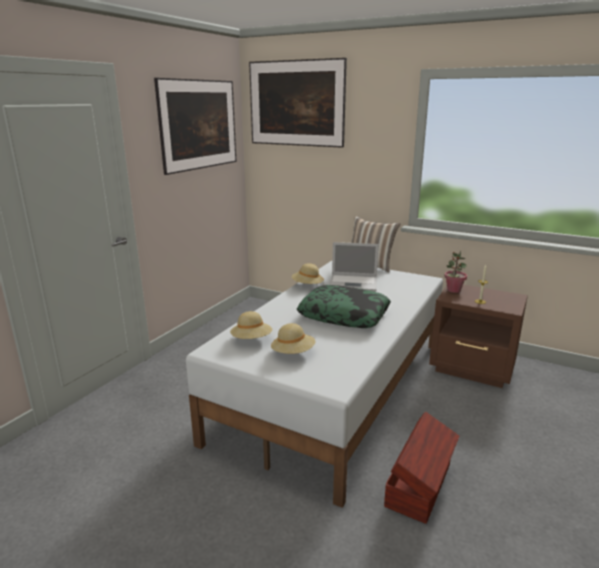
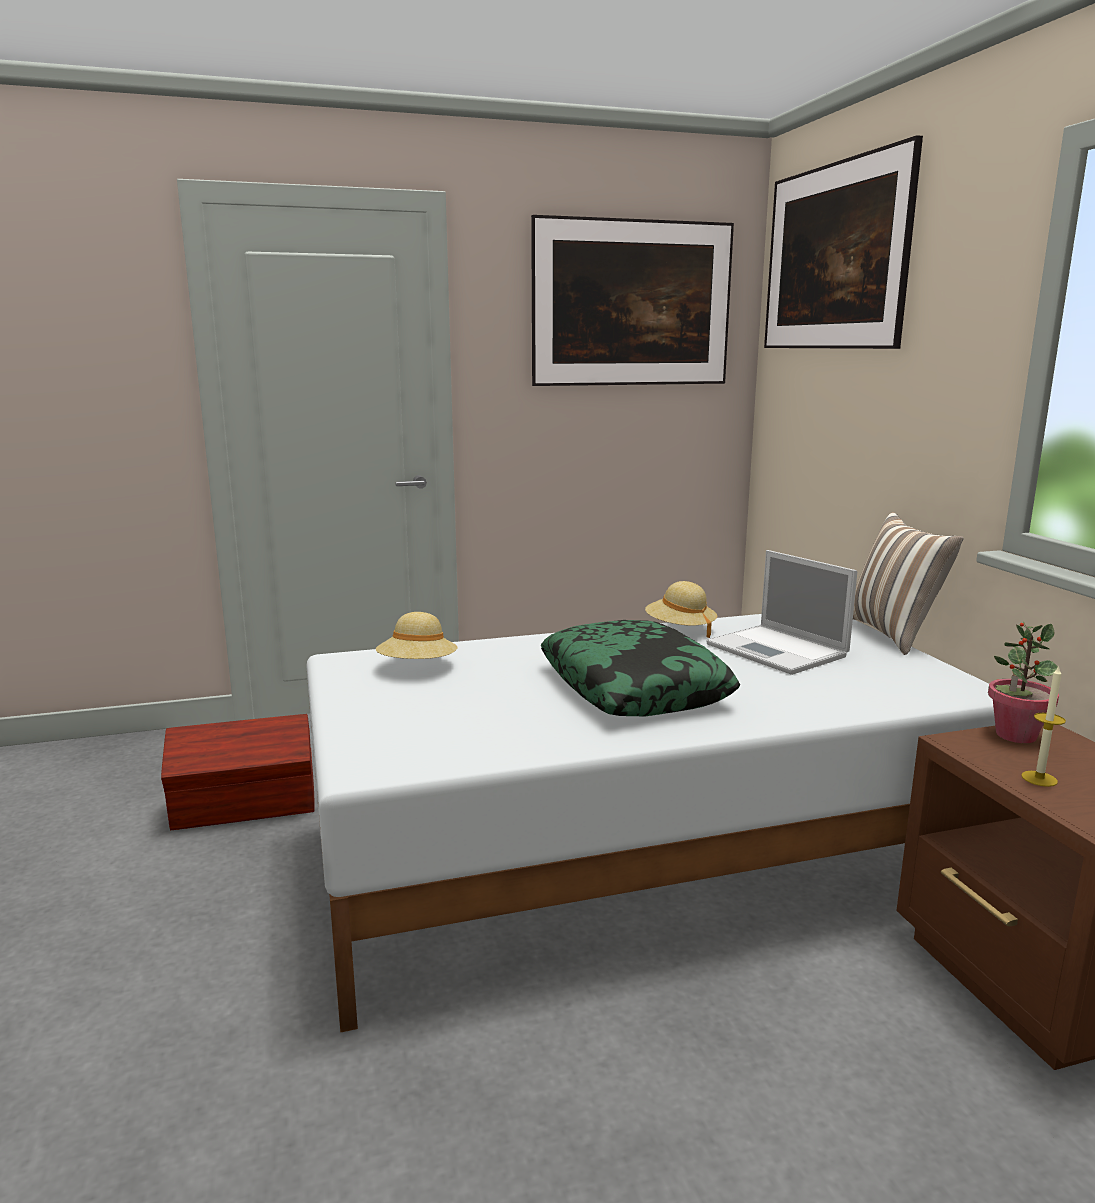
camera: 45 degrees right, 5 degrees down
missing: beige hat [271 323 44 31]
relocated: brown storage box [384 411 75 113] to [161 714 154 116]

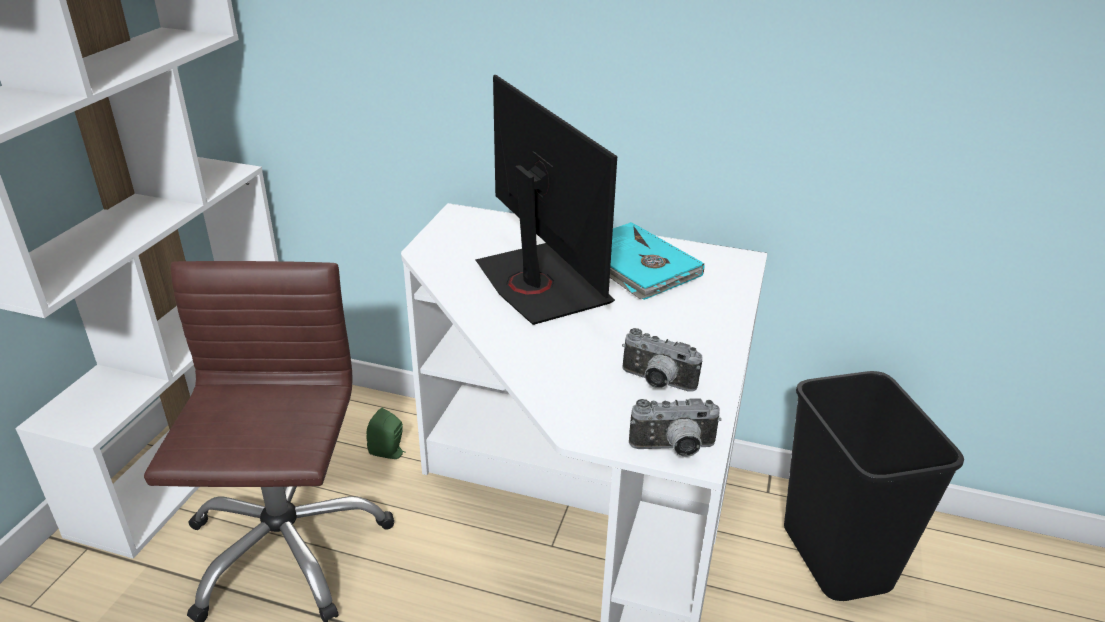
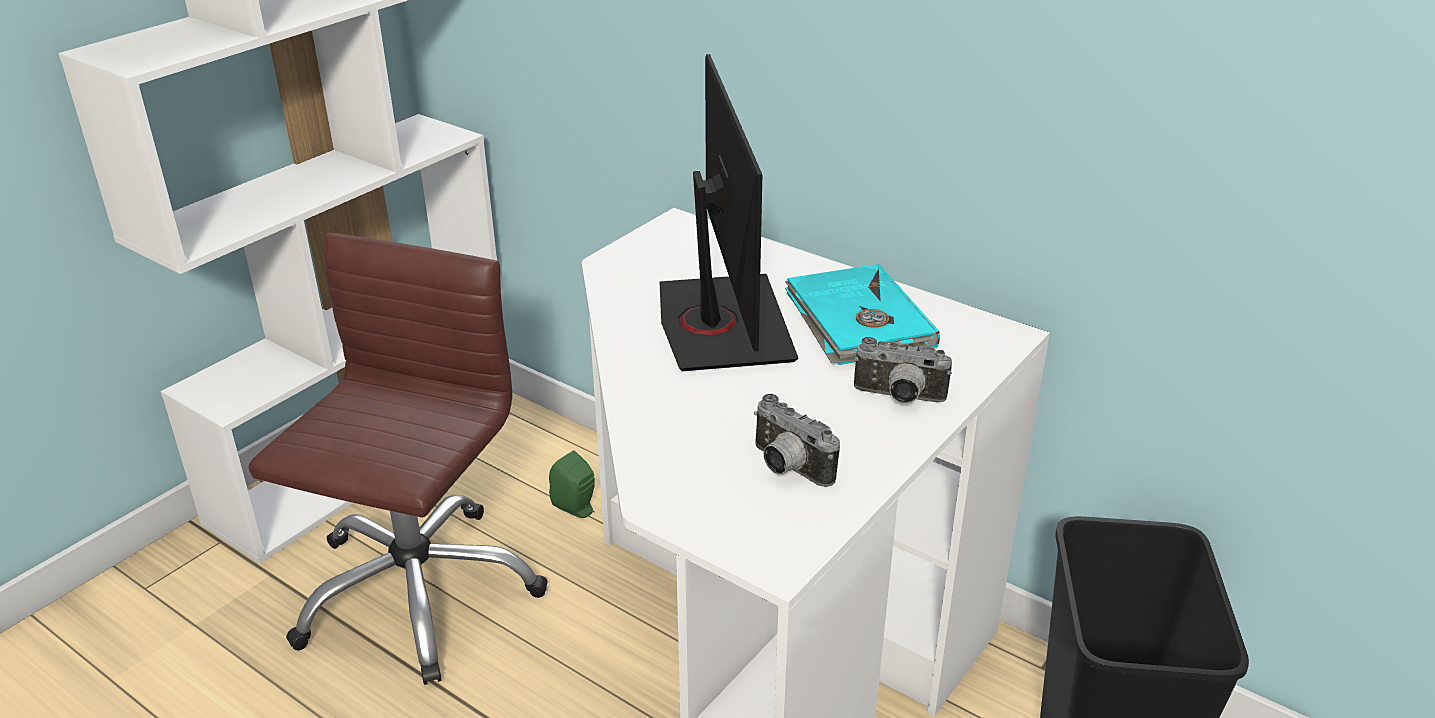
camera: 20 degrees right, 0 degrees up
relocated: photo camera [629 398 92 59] to [854 337 98 66]

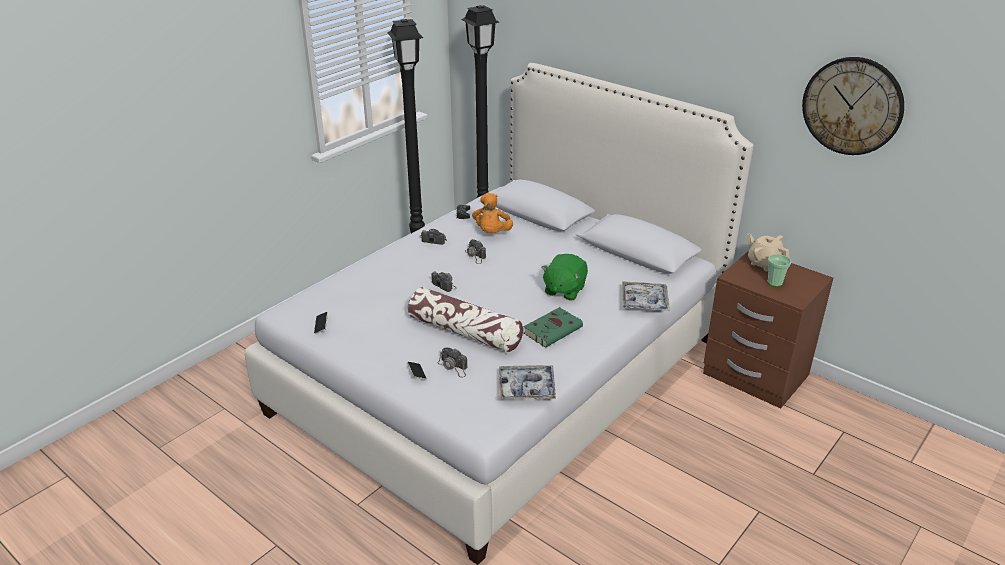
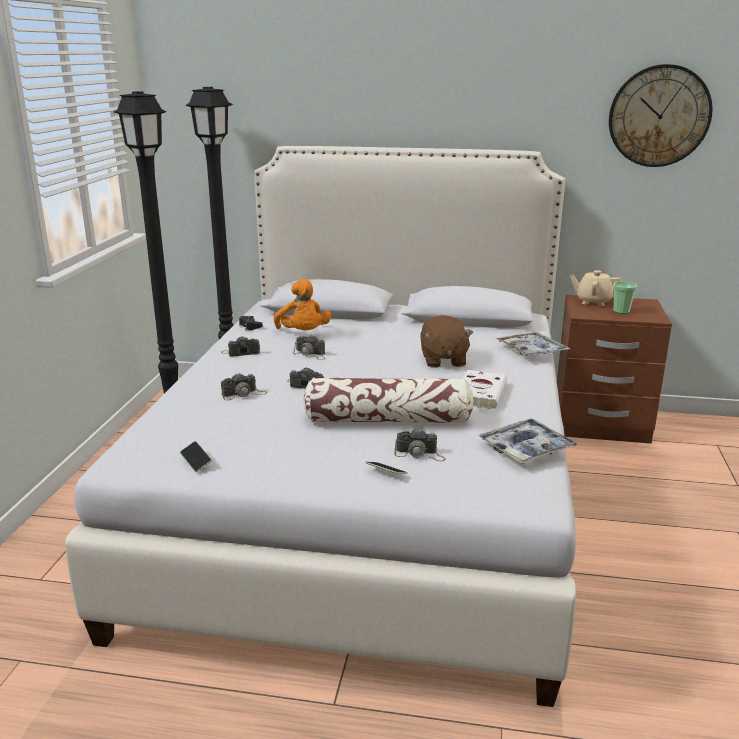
camera: 30 degrees left, 10 degrees down
appeared: photo camera [221 373 46 27]
colour: green plush toy [541 254 47 47] to brown plush toy [420 315 53 53]; green book [524 307 59 41] to white book [463 370 44 39]

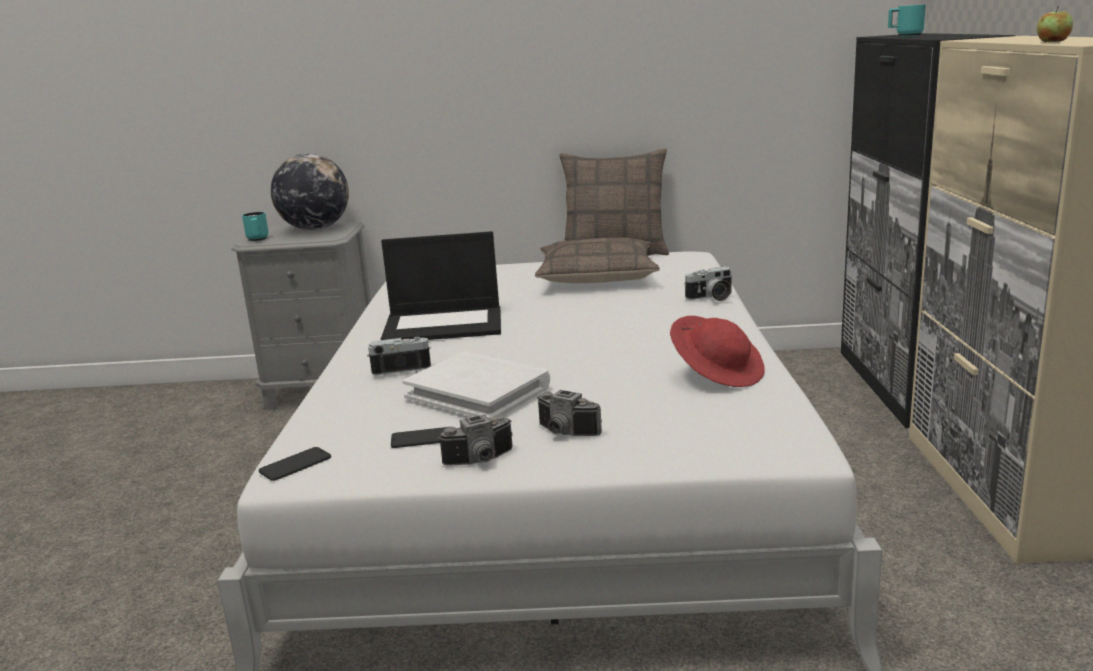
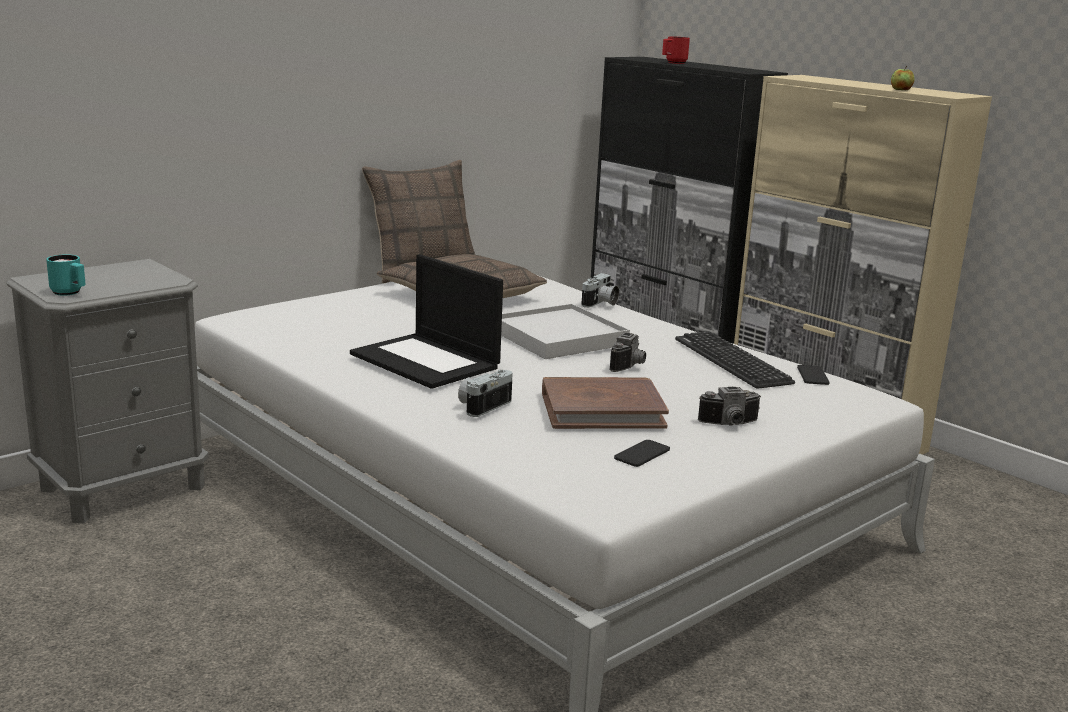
camera: 45 degrees left, 0 degrees up
missing: globe [271 153 78 77]
appeared: white tray [501 304 129 55]
relocated: photo camera [438 415 75 51] to [609 332 37 40]; phone [259 447 72 34] to [797 365 32 20]
exchanged: red hat [670 316 95 71] to keyboard [675 331 120 58]
colour: turquoise mug [888 4 38 33] to red mug [662 36 28 28]; white book [402 351 148 67] to brown book [542 377 127 52]
spun: laptop [381 231 120 109] = [350 254 153 135] 90 degrees clockwise

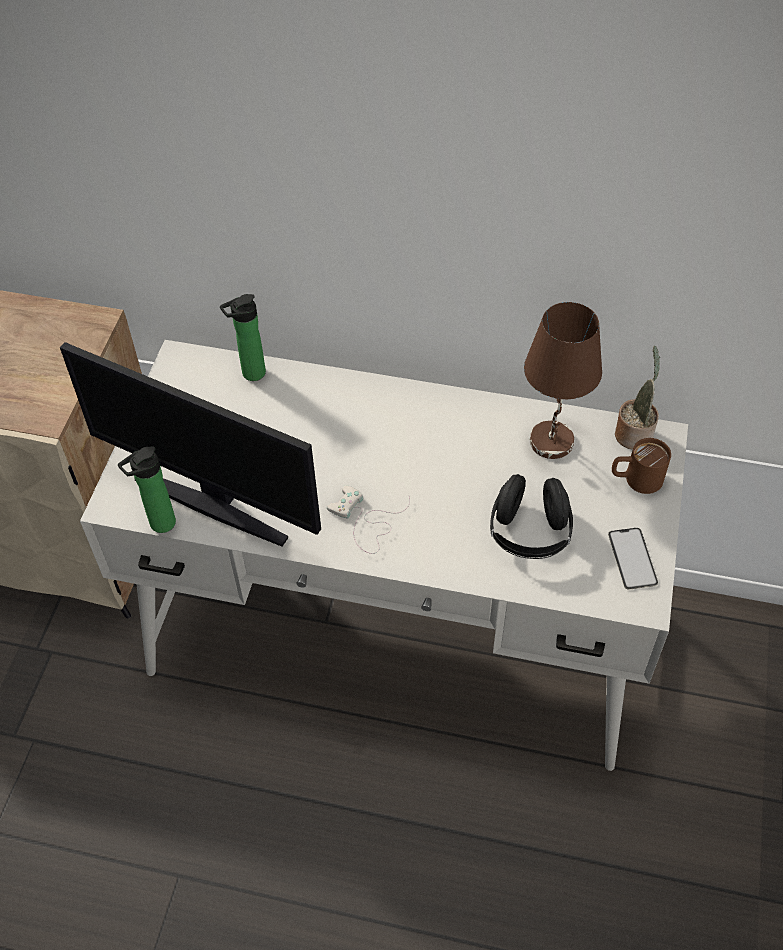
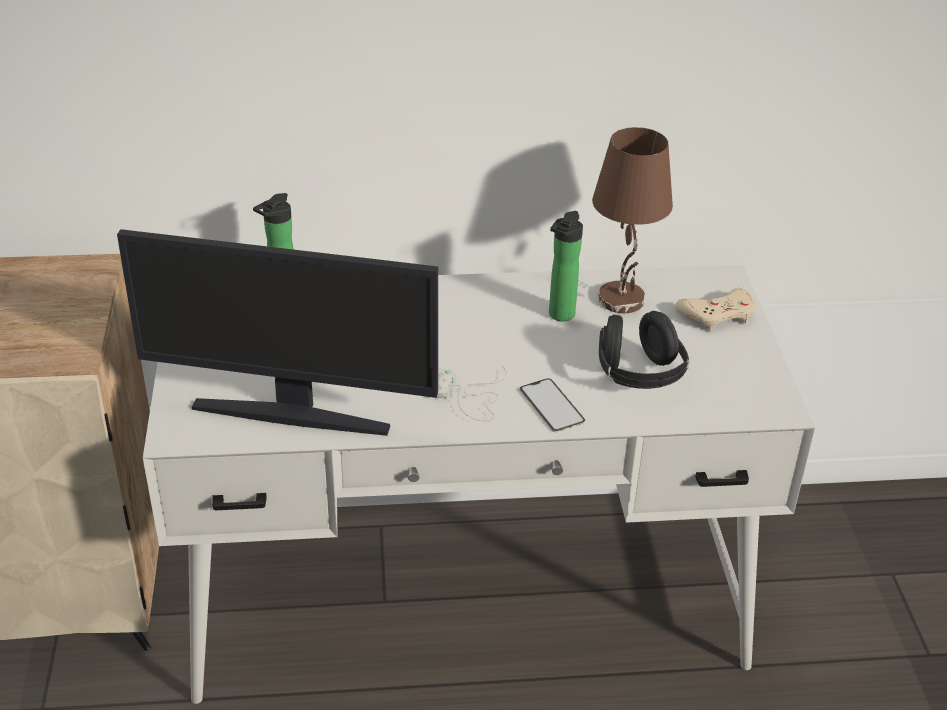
camera: 20 degrees left, 15 degrees down
missing: potted plant [615 346 45 104]
relocated: bottle [118 446 58 87] to [549 211 34 110]; phone [608 528 50 62] to [520 378 65 54]
exchanged: brown mug [612 438 59 56] to beige game controller [676 288 79 43]

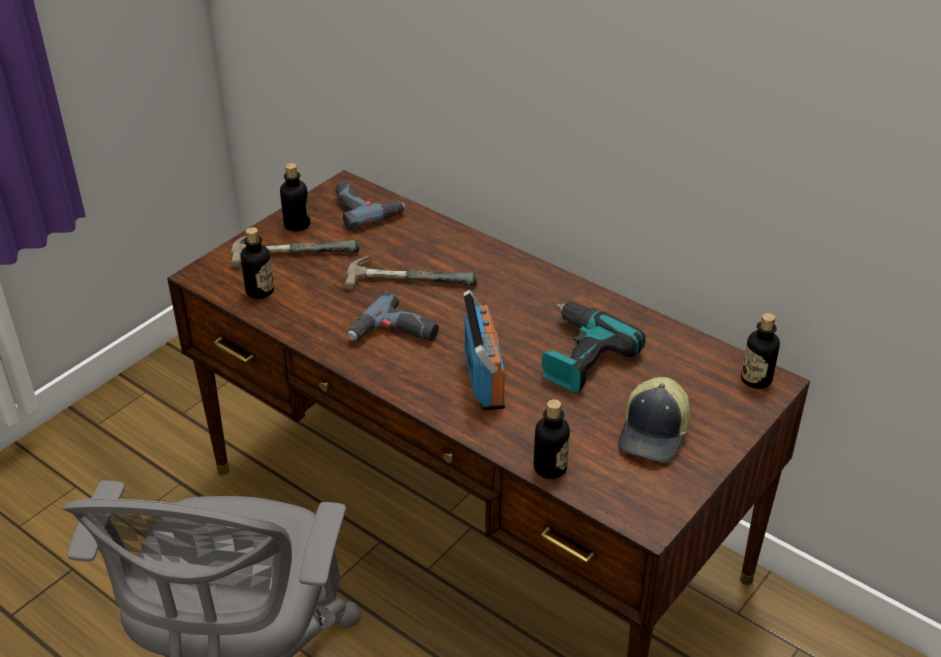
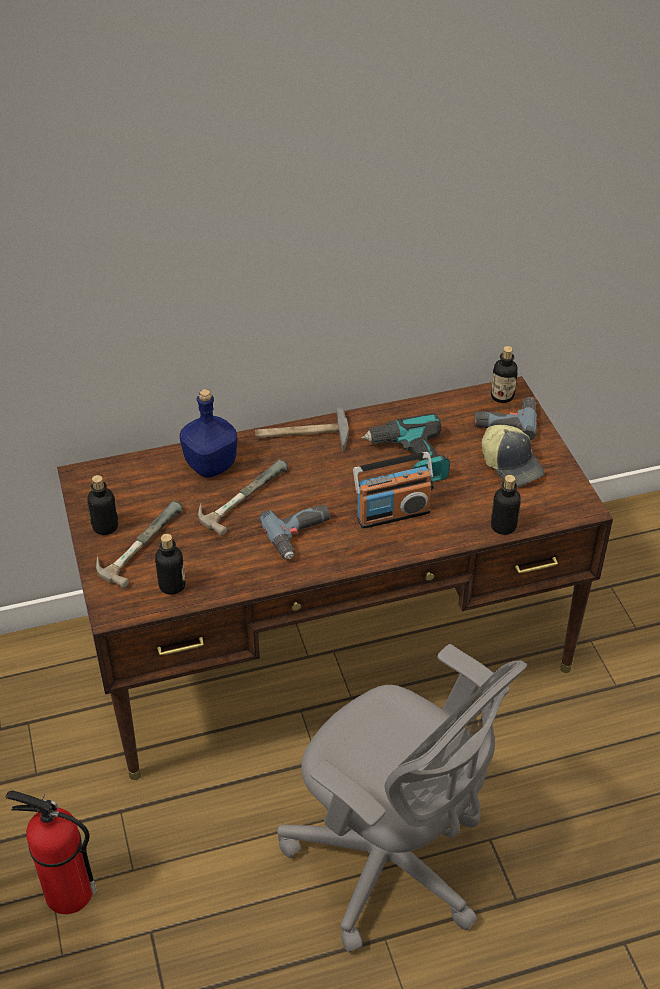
camera: 55 degrees left, 5 degrees up
appeared: blue bottle [180 389 57 88]; hammer [255 407 94 45]; fire extinguisher [6 790 91 124]
relocated: power drill [335 181 71 48] to [474 397 63 44]
spun: radio [463 290 42 121] = [353 452 80 77] 135 degrees clockwise

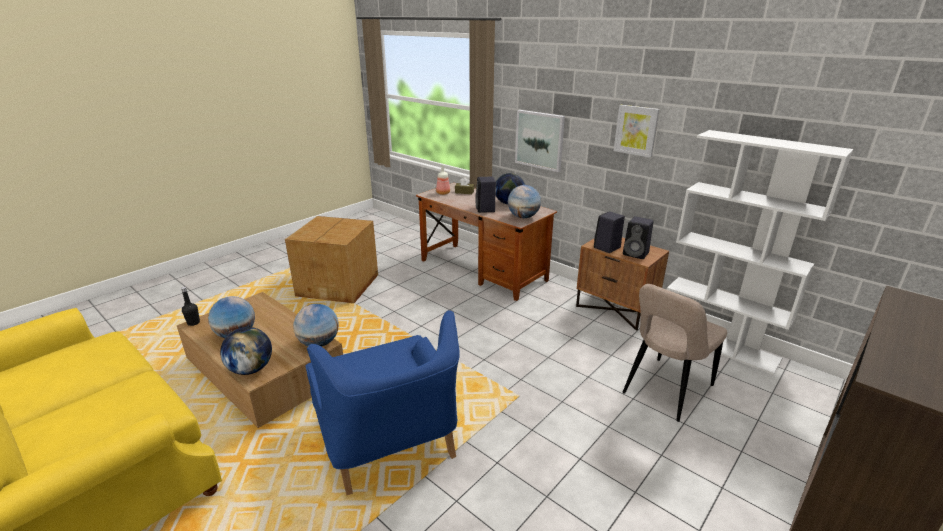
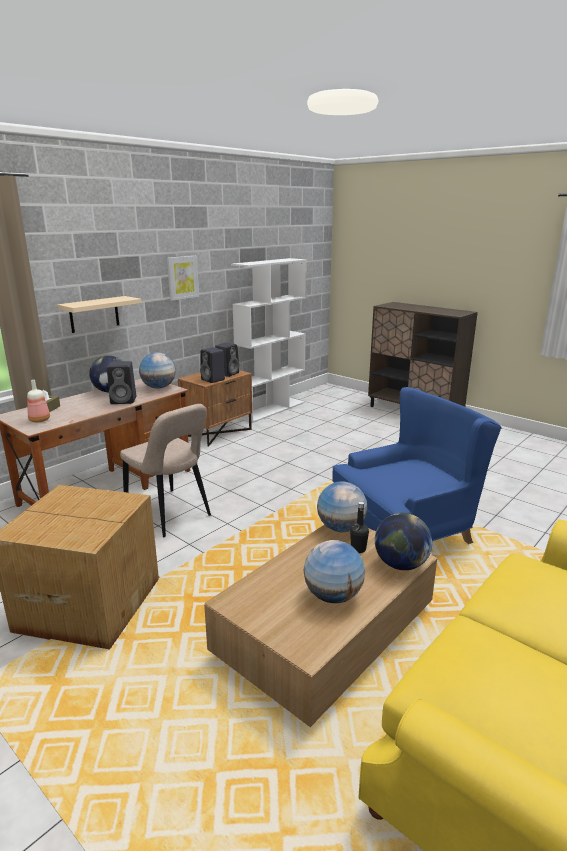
camera: 90 degrees left, 5 degrees down
relocated: beige chair [622 284 105 138] to [120 404 91 133]; black bottle [181 287 19 39] to [350 502 19 51]
exchanged: picture [515 110 50 62] to beige shelf [57 296 85 37]

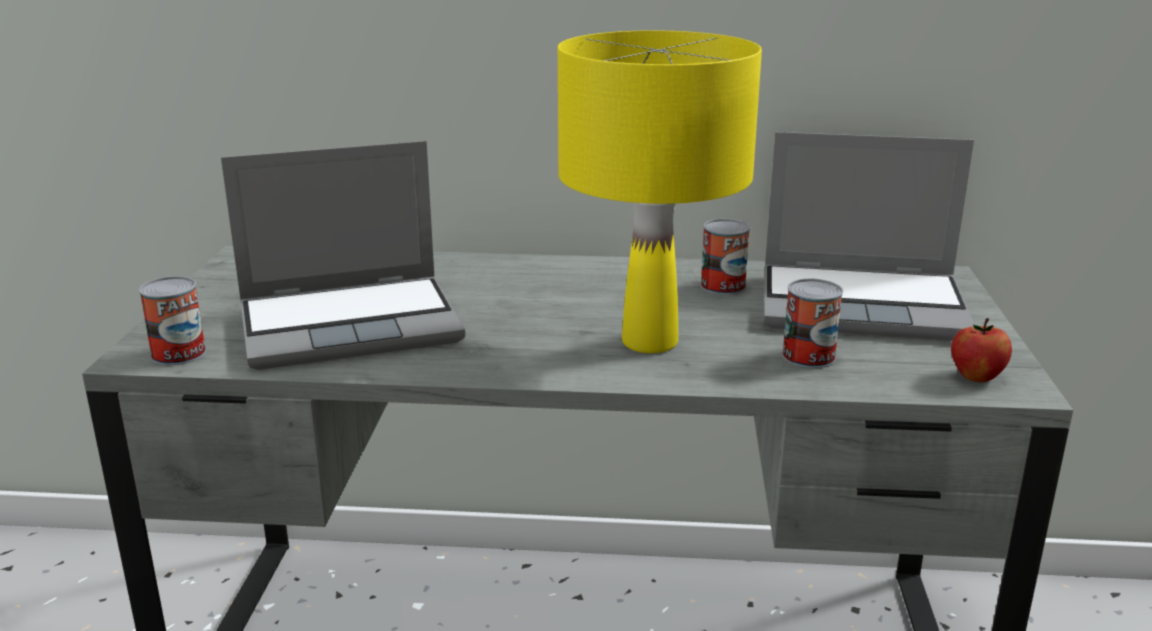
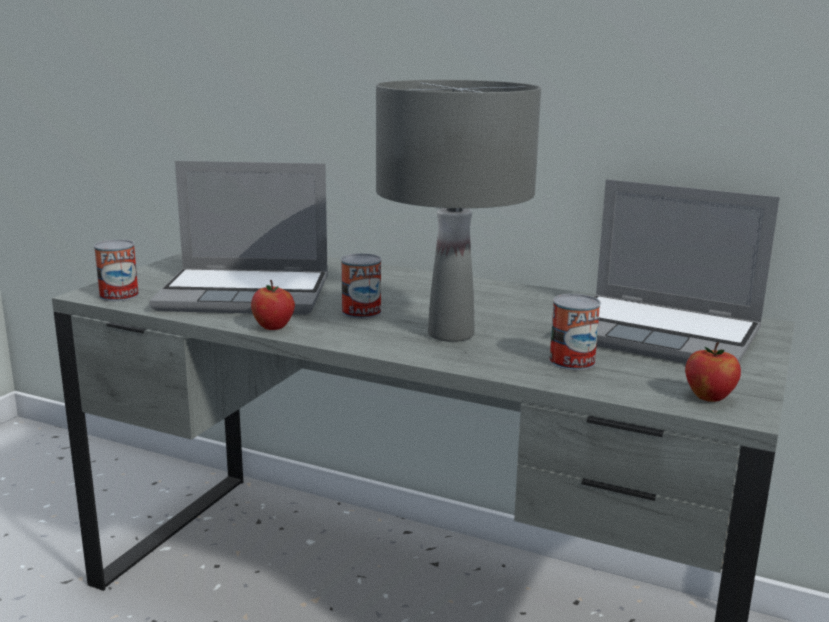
camera: 20 degrees right, 5 degrees down
appeared: apple [251 280 44 50]
relocated: can [700 219 50 76] to [341 253 41 66]
colour: yellow table lamp [558 30 204 323] to grey table lamp [376 80 165 262]

